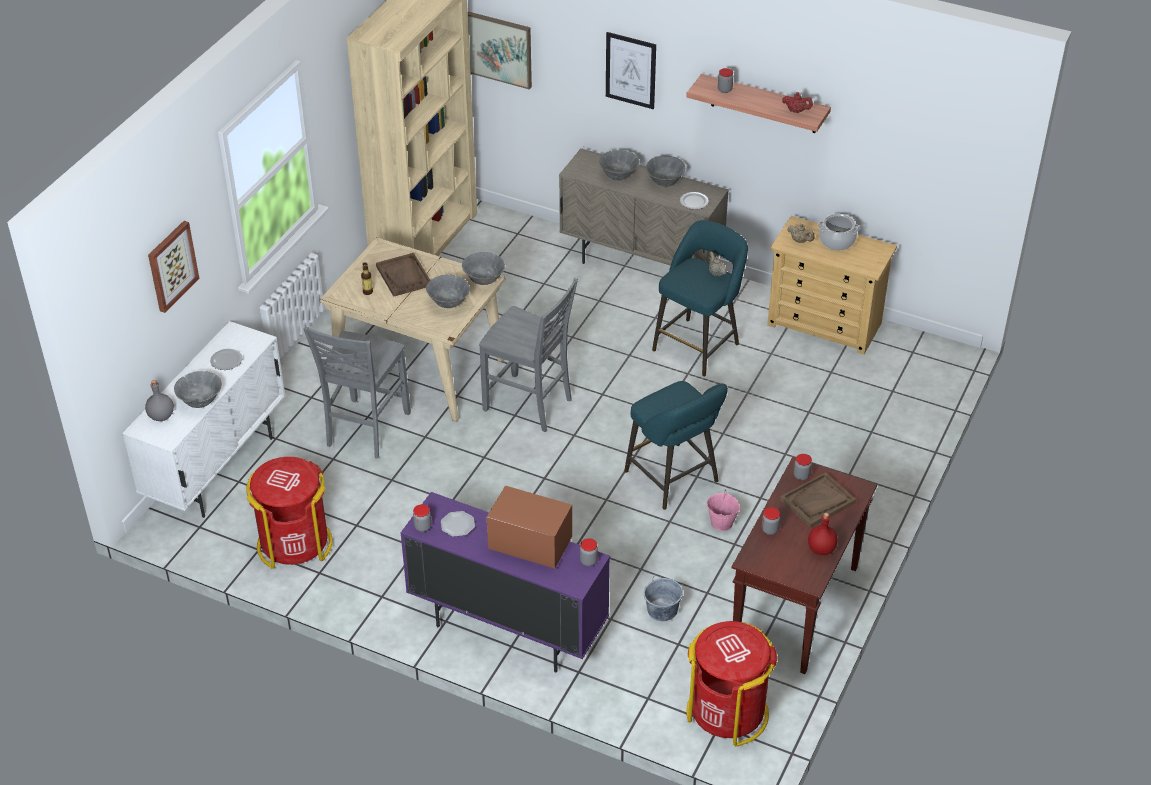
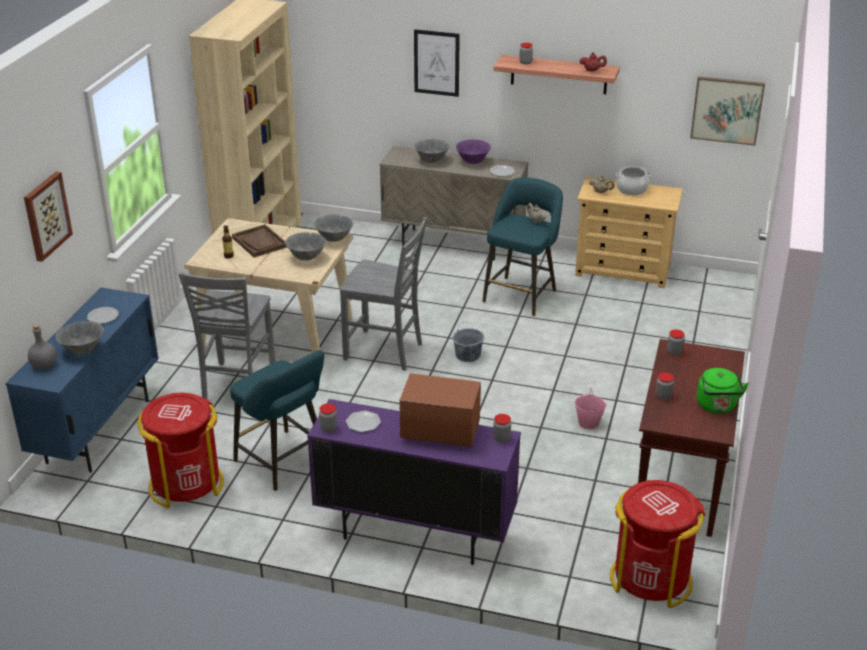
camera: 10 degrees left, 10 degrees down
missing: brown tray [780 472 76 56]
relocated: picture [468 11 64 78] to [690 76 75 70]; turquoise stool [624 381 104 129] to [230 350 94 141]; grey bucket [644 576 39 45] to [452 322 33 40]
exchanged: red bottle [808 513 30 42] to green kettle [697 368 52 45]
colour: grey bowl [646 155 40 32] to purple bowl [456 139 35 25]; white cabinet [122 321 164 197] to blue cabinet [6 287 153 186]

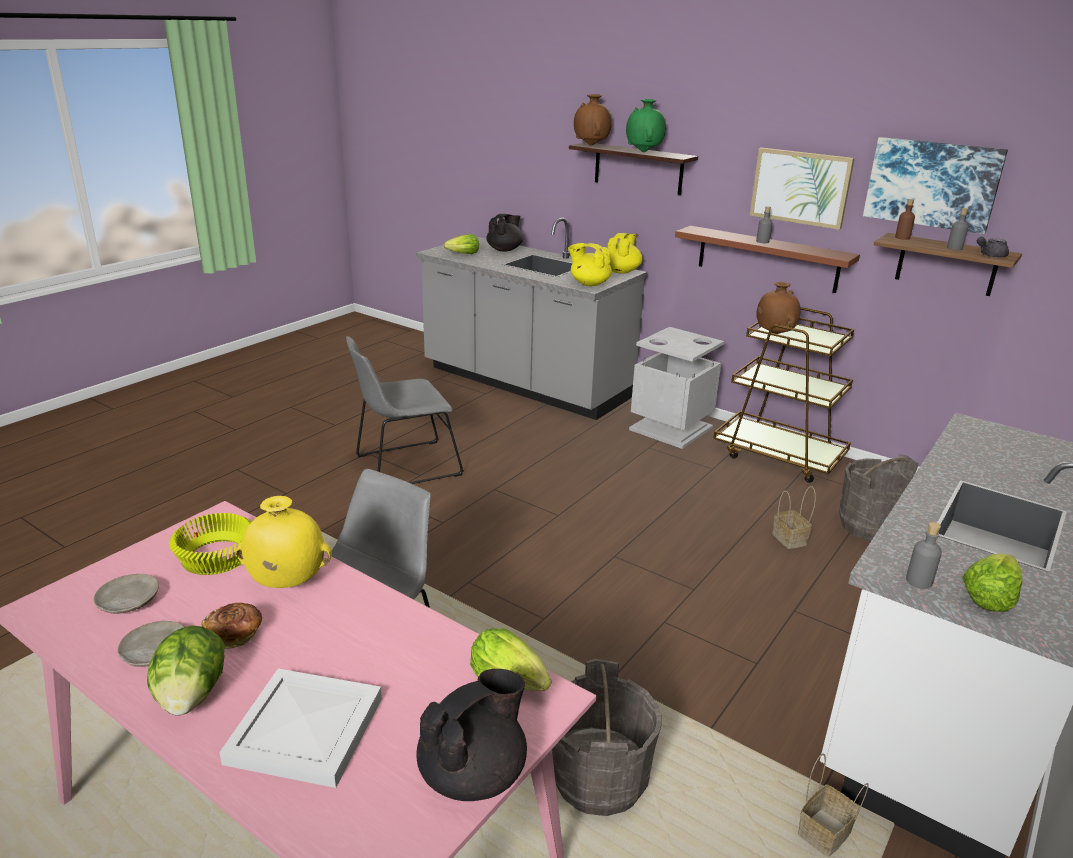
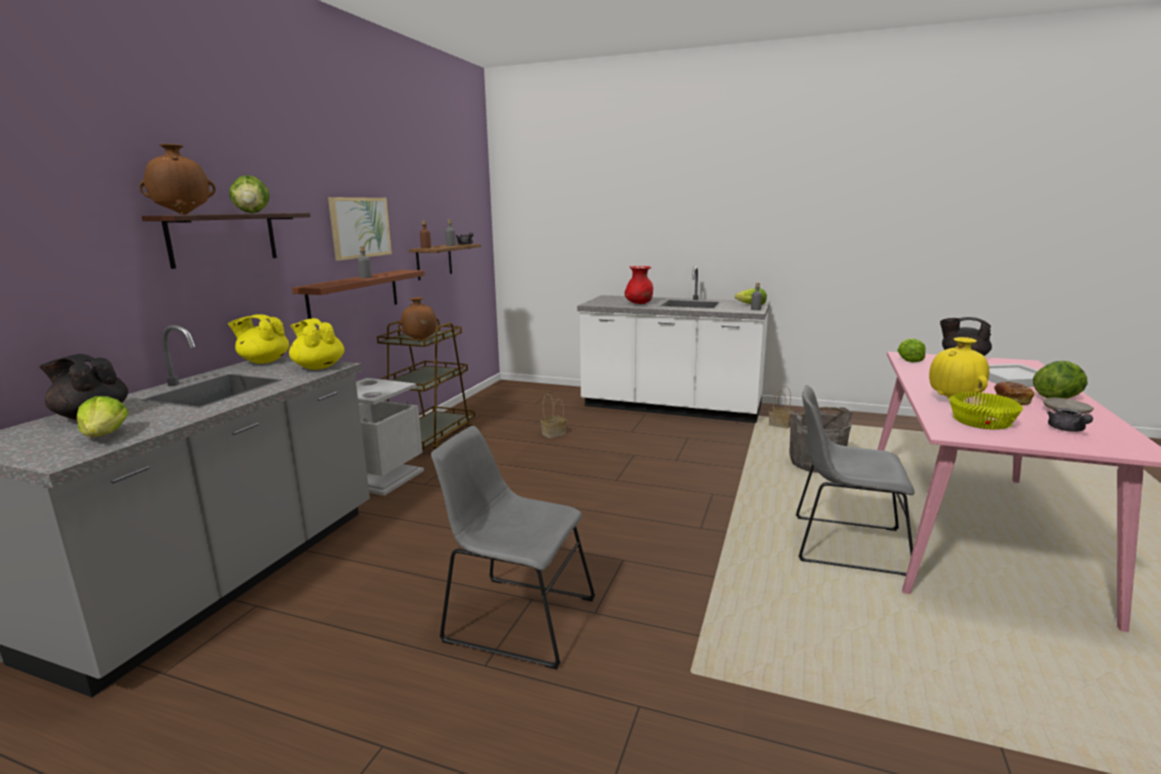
camera: 105 degrees left, 10 degrees down
missing: picture [863 137 145 97]; grey bucket [839 454 80 88]
appeared: red vase [624 266 29 38]
exchanged: green vase [626 99 40 53] to lettuce [229 175 41 38]; beige plate [94 574 65 40] to grey teapot [1047 408 46 24]
spun: yellow teapot [568 243 44 43] = [289 318 55 52] 120 degrees clockwise; grey chair [346 336 118 148] = [431 426 165 244] 150 degrees clockwise

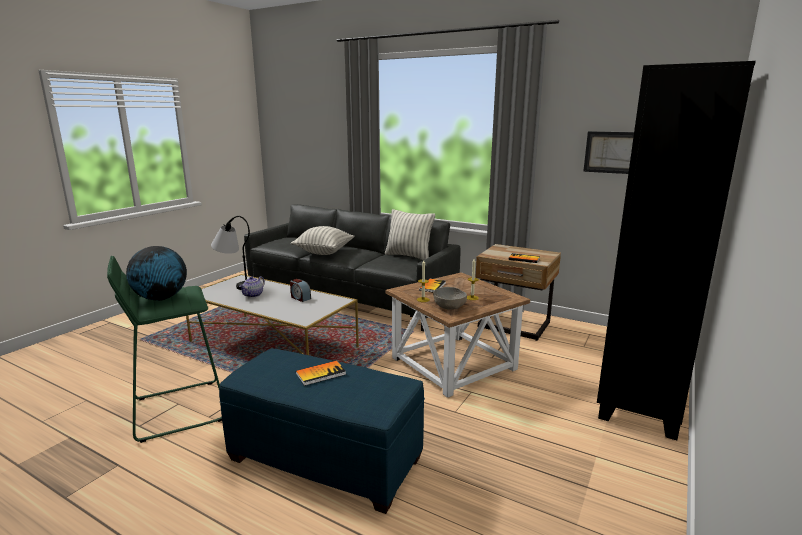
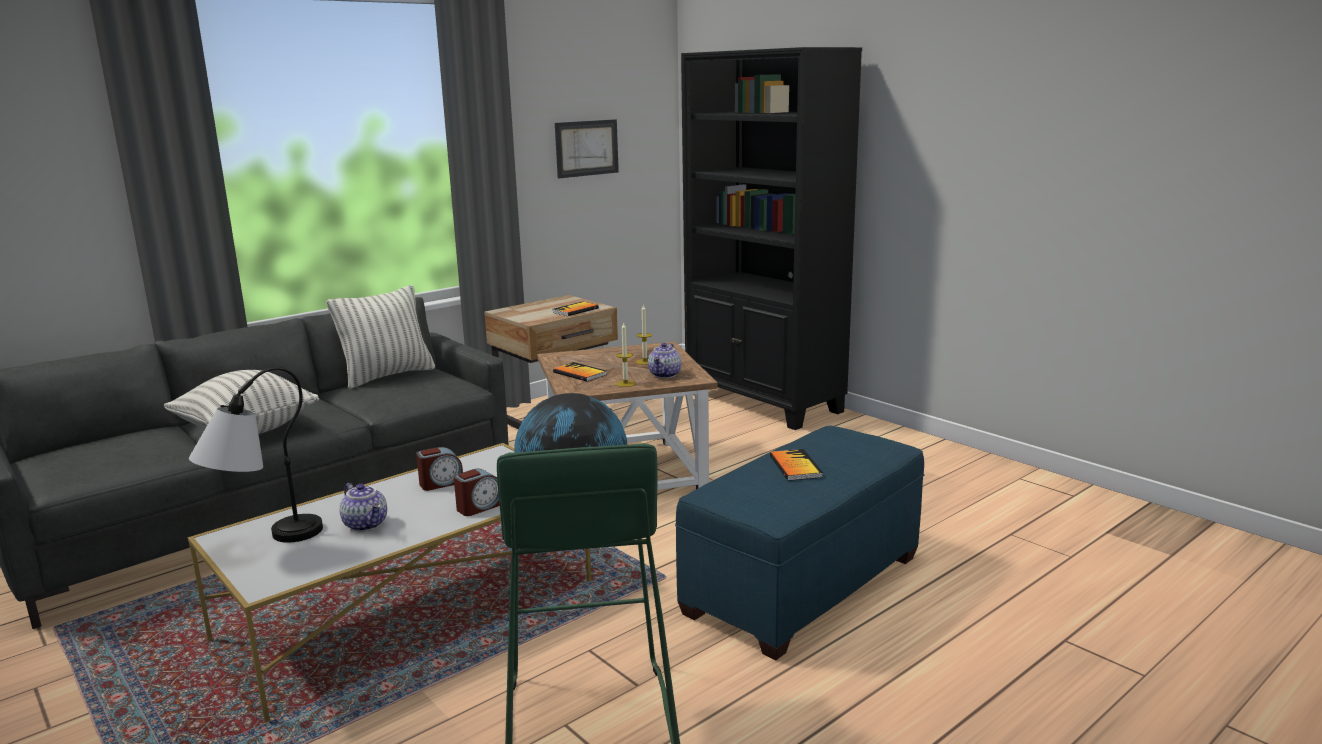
camera: 70 degrees left, 0 degrees up
appeared: alarm clock [454 469 46 47]
exchanged: grey bowl [433 287 34 23] to teapot [648 343 34 35]

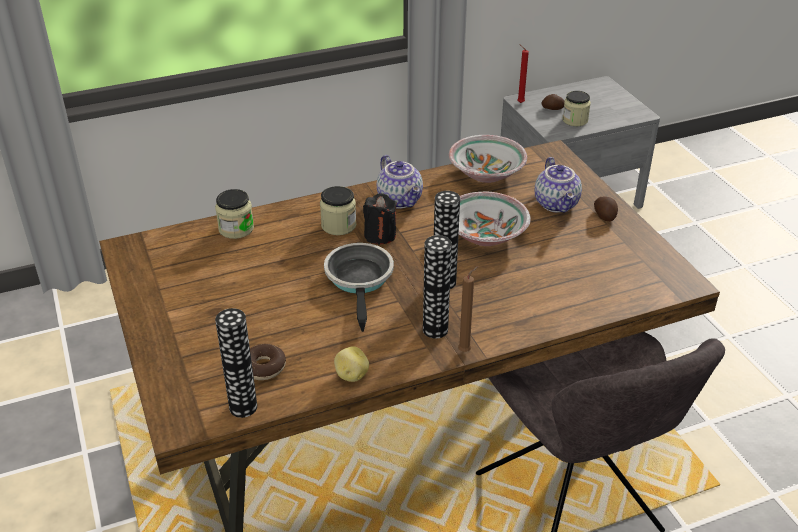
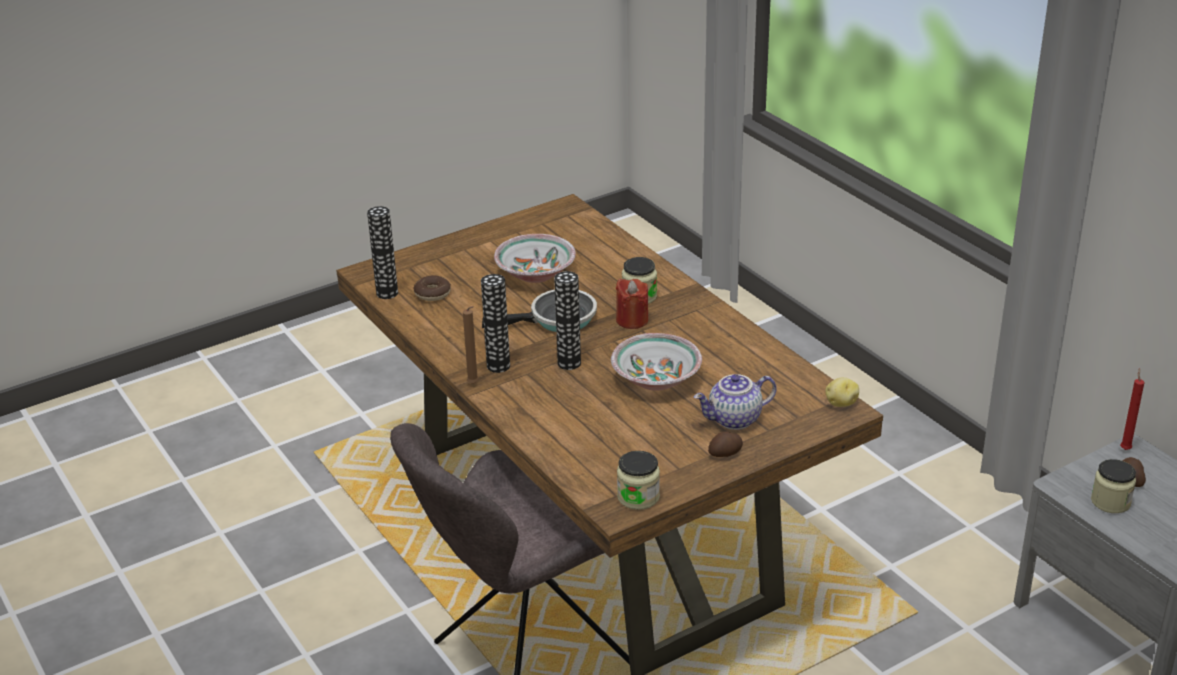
camera: 80 degrees right, 5 degrees down
missing: teapot [377 155 46 54]
relocated: bowl [449 135 78 48] to [494 234 82 49]; jar [215 189 39 50] to [617 451 43 59]; potato [334 346 35 36] to [825 377 34 30]
colour: black candle [363 193 34 51] to red candle [616 279 32 50]

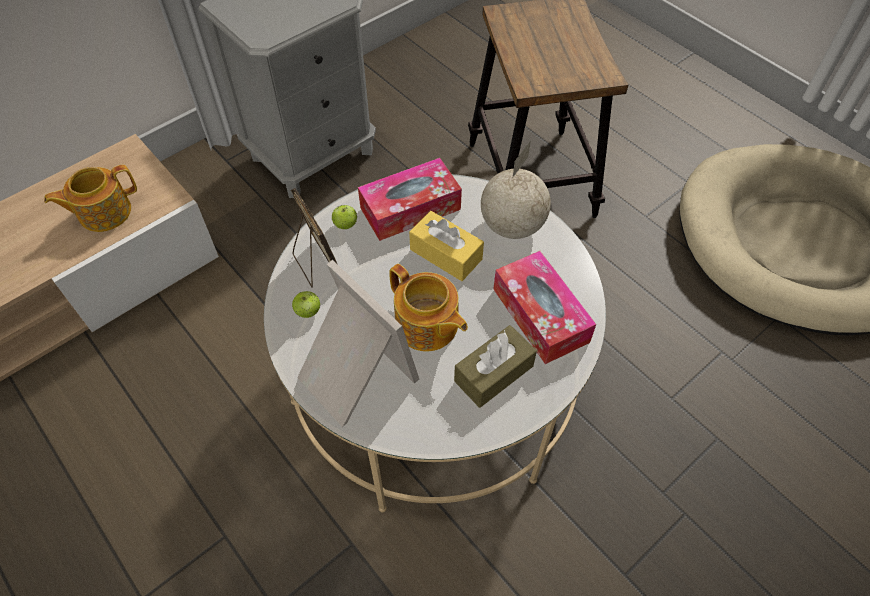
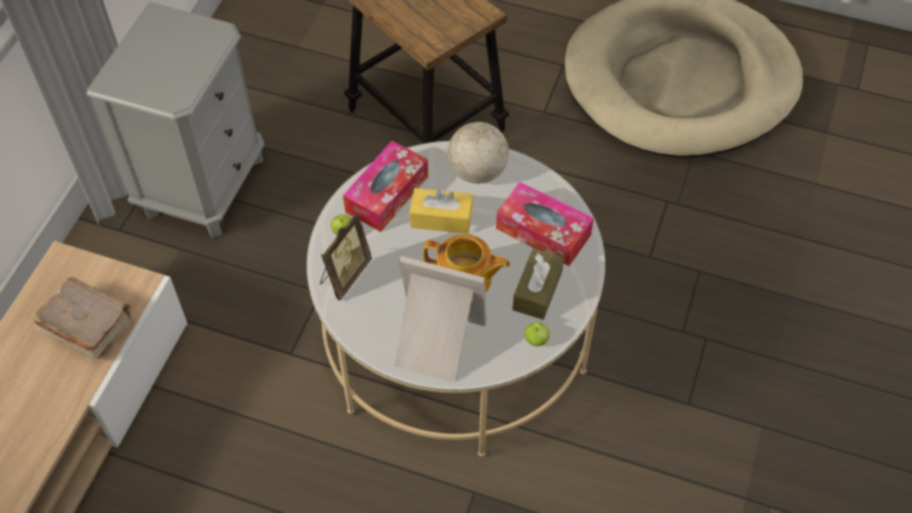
camera: 30 degrees left, 0 degrees up
relocated: apple [292 291 28 27] to [525 322 25 24]
exchanged: teapot [44 165 93 67] to brown book [34 277 97 82]
spun: picture frame [291 188 46 100] = [320 212 52 88] 90 degrees clockwise

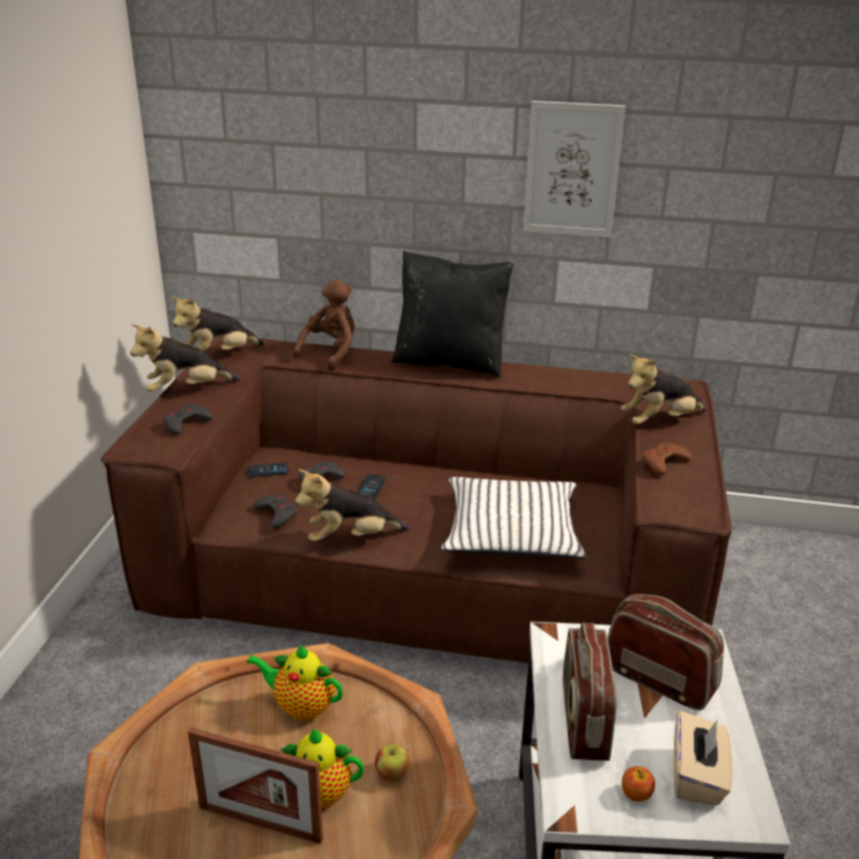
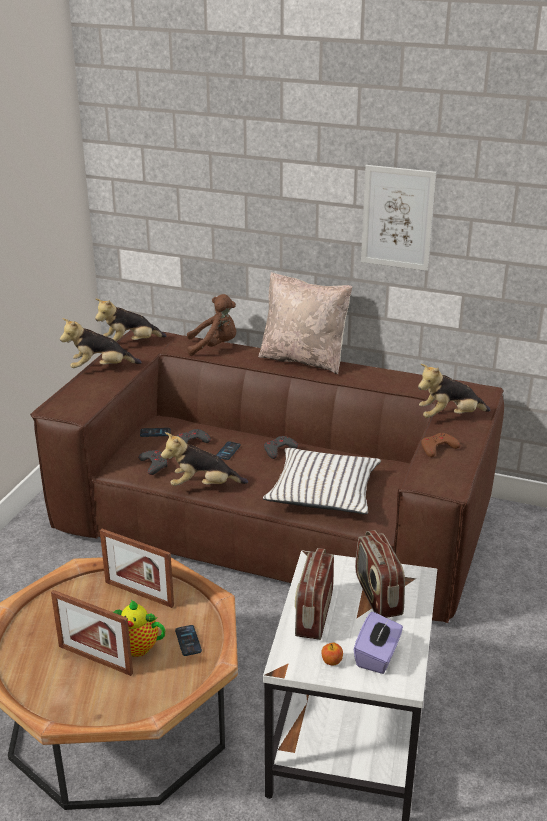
camera: 10 degrees right, 0 degrees up
relocated: grey game controller [163 404 50 31] to [264 436 34 23]
exchanged: teapot [246 644 97 77] to picture frame [100 529 74 79]; apple [375 744 34 38] to phone [175 625 27 31]
colour: black pillow [391 251 123 127] to beige pillow [258 272 94 102]; beige tissue box [674 711 58 95] to purple tissue box [354 612 49 62]
spun: brown plush toy [292 280 63 91] = [187 294 49 62] 45 degrees clockwise; radio [608 594 116 116] = [355 530 50 88] 150 degrees counterclockwise

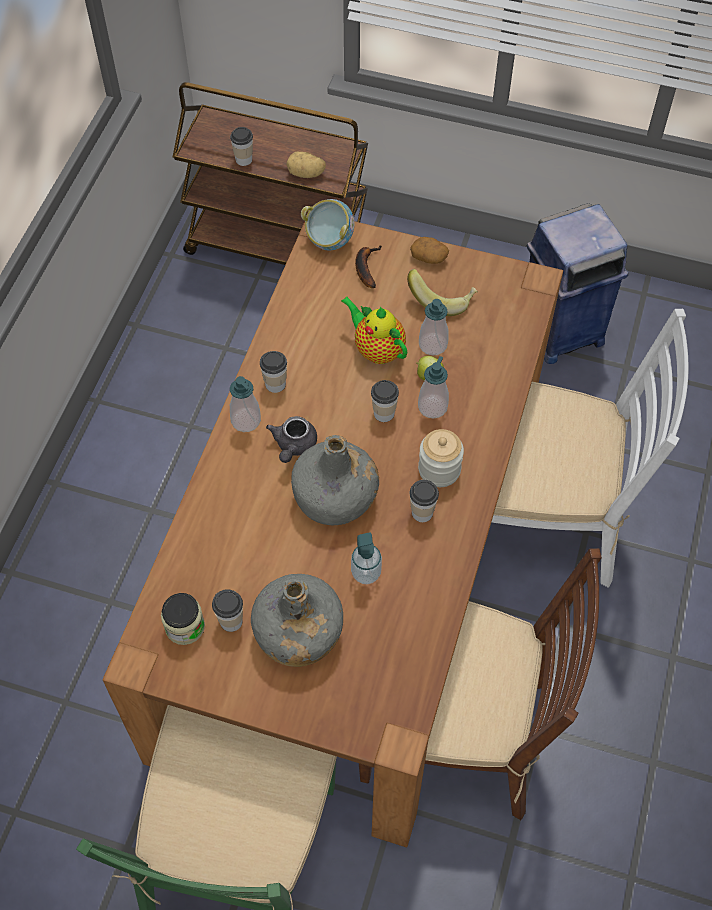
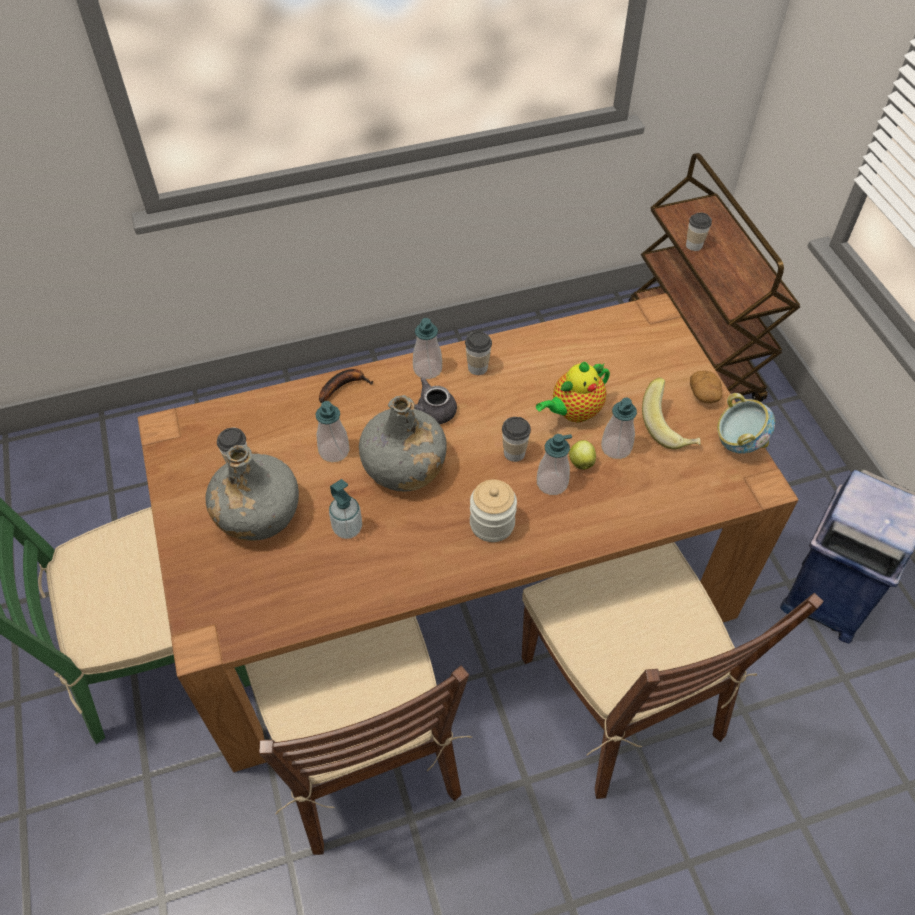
camera: 55 degrees right, 5 degrees down
missing: potato [287 152 39 26]; cup [410 480 29 42]; jar [161 593 44 52]
appeared: soap dispenser [316 401 34 61]
relocated: bowl [301 199 53 51] to [717 393 58 61]; banana [355 245 26 43] to [319 369 55 34]
colour: white chair [492 309 197 279] to brown chair [522 542 302 257]
spun: teapot [341 296 66 68] = [536 362 74 60] 135 degrees counterclockwise

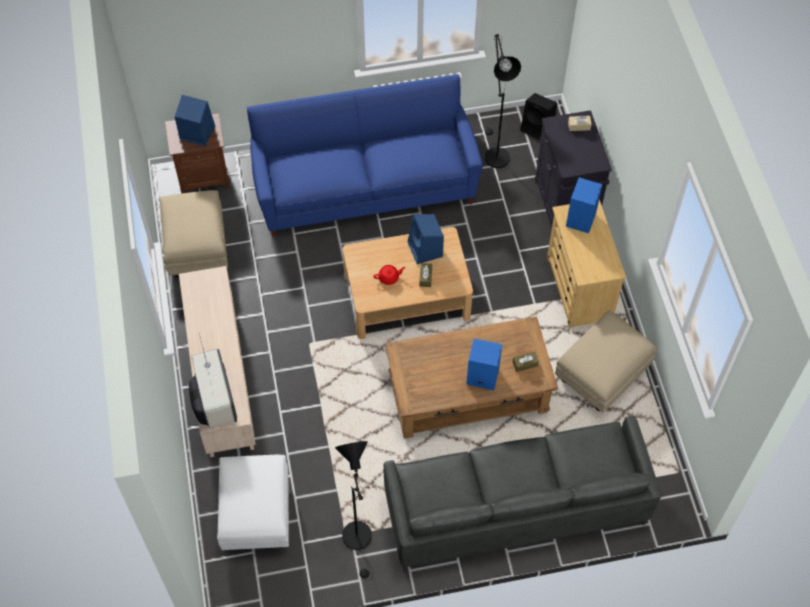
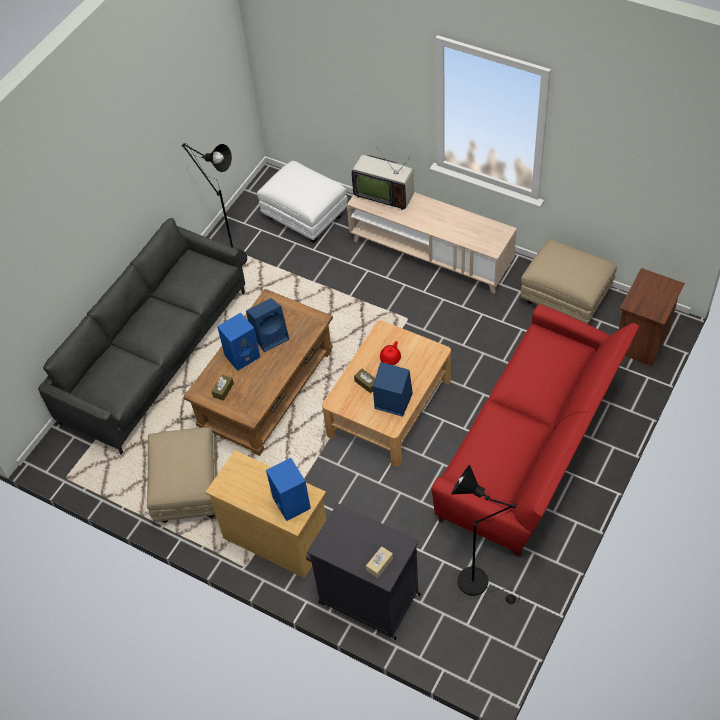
camera: 135 degrees right, 5 degrees down
missing: black speaker [520 93 37 47]
relocated: blue speaker [175 95 40 51] to [246 298 43 54]
colour: blue sofa [247 74 236 163] to red sofa [431 304 209 253]

